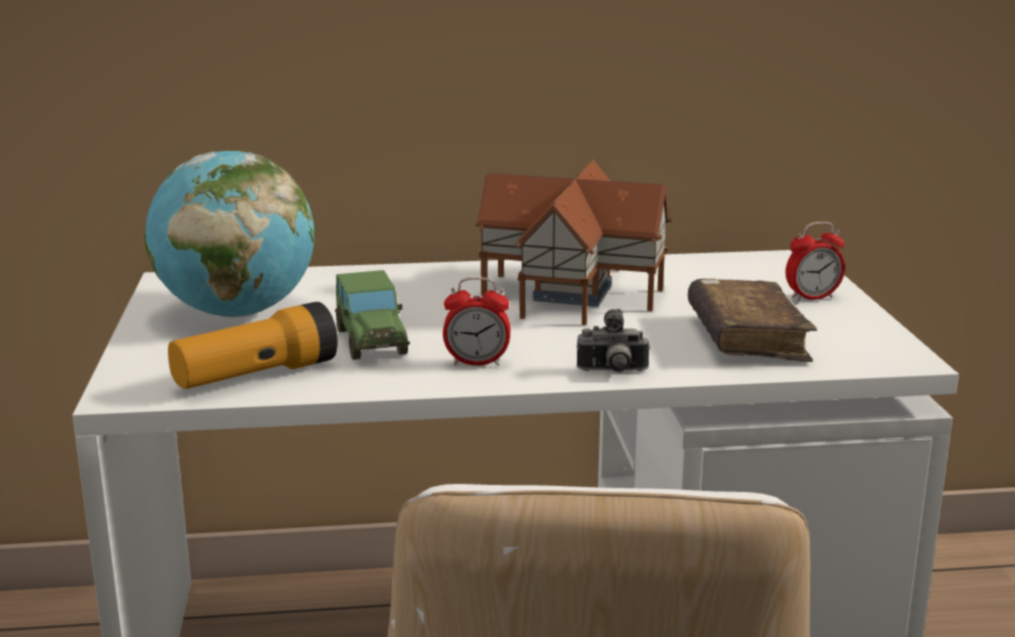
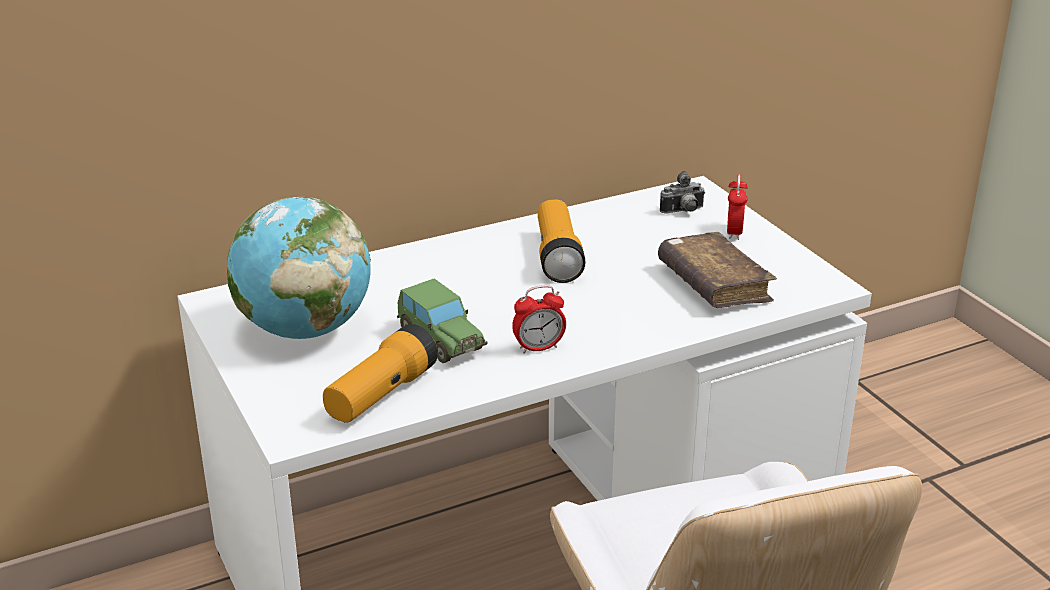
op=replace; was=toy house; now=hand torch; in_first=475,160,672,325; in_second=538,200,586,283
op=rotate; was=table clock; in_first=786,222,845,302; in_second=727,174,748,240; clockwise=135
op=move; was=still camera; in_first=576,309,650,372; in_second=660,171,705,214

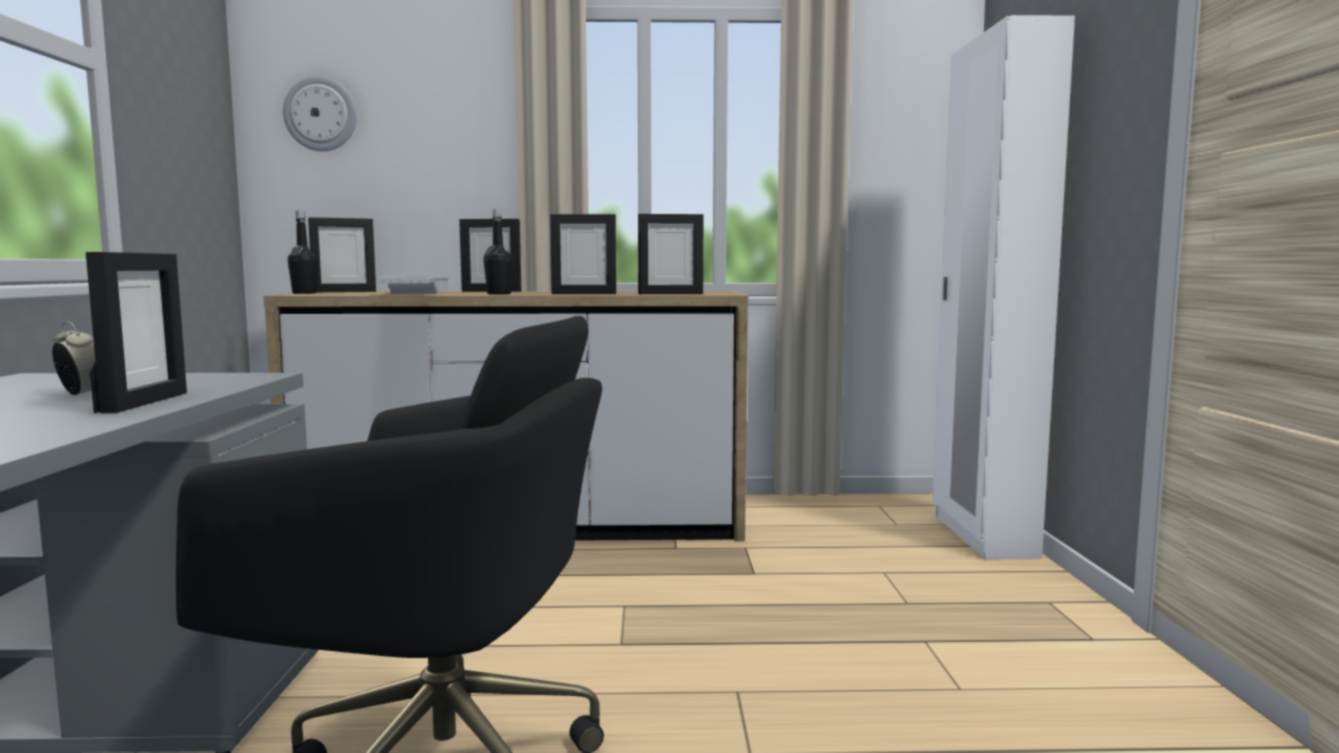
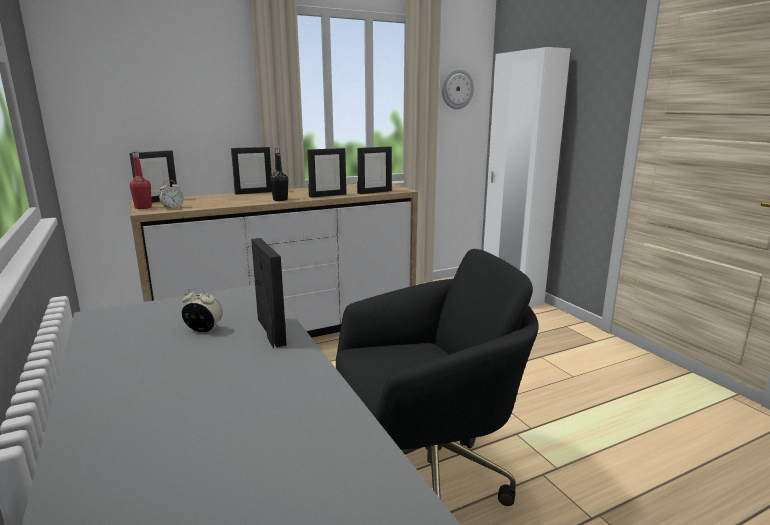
op=move; was=hanging clock; in_first=283,76,357,151; in_second=442,69,474,109
op=recolor; was=black-coloured drink bottle; now=red drink bottle; in_first=288,211,318,294; in_second=130,152,152,209
op=delete; was=white-coloured carrying tray; in_first=376,276,451,294
op=insert; now=table clock; in_second=159,180,184,210

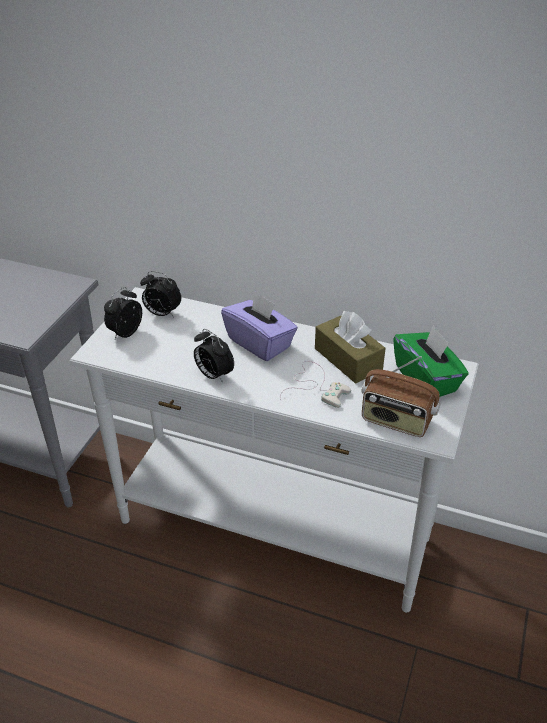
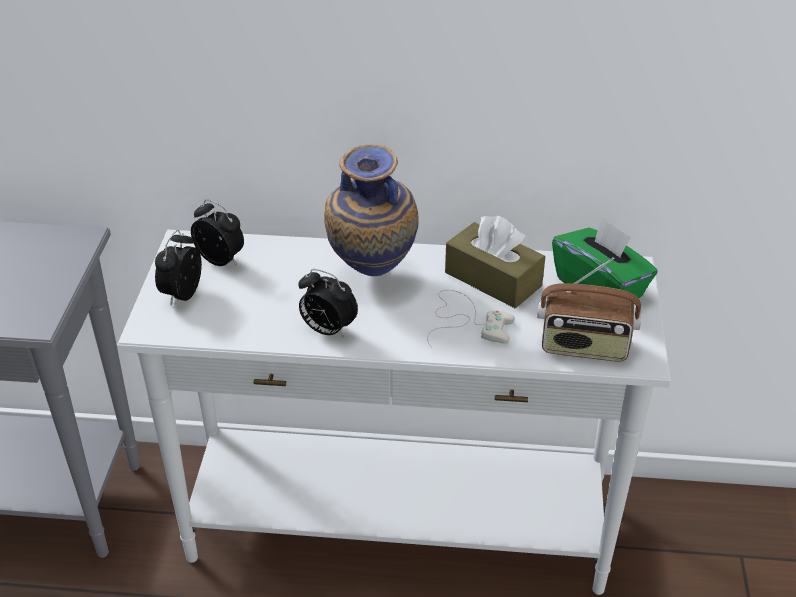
op=rotate; was=table clock; in_first=140,271,181,318; in_second=191,199,244,266; clockwise=-150
op=replace; was=purple box of tissues; now=flower vase; in_first=221,291,298,361; in_second=324,144,419,276

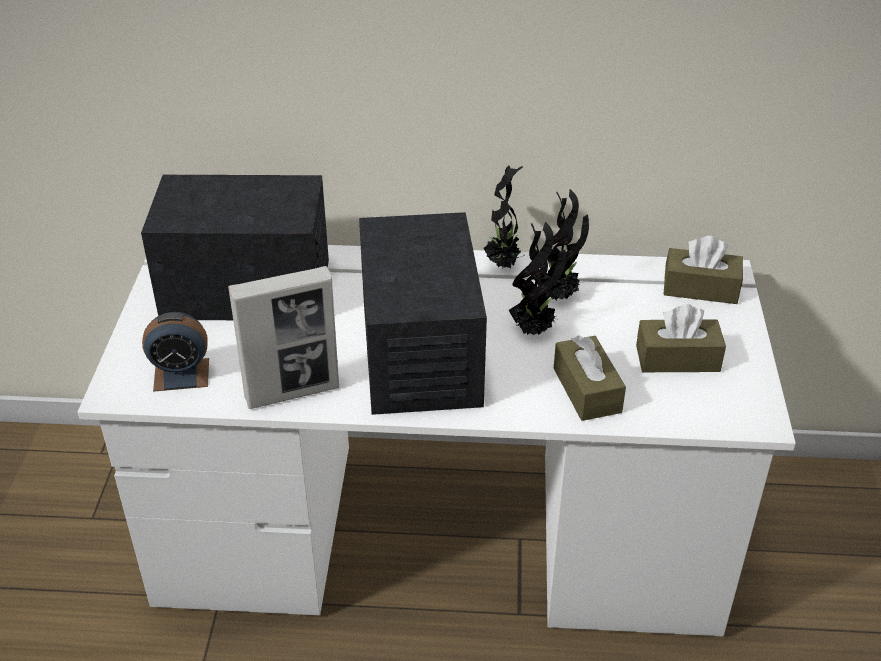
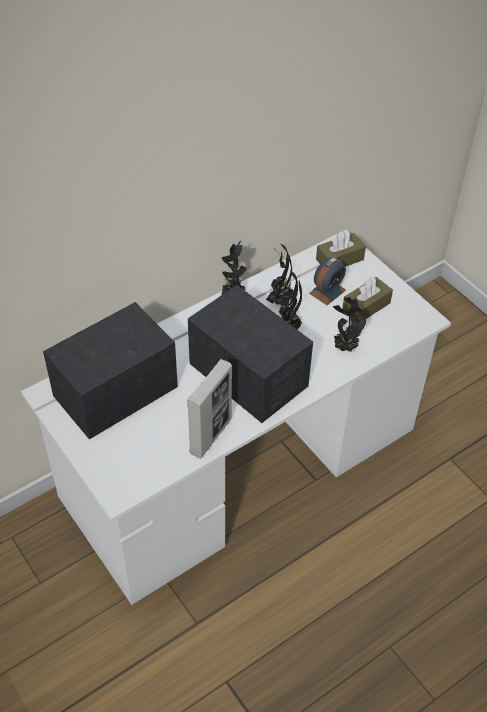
op=move; was=table clock; in_first=142,312,209,392; in_second=309,258,346,305
op=replace; was=brownish box of tissues; now=potted plant; in_first=554,336,626,421; in_second=333,297,366,352

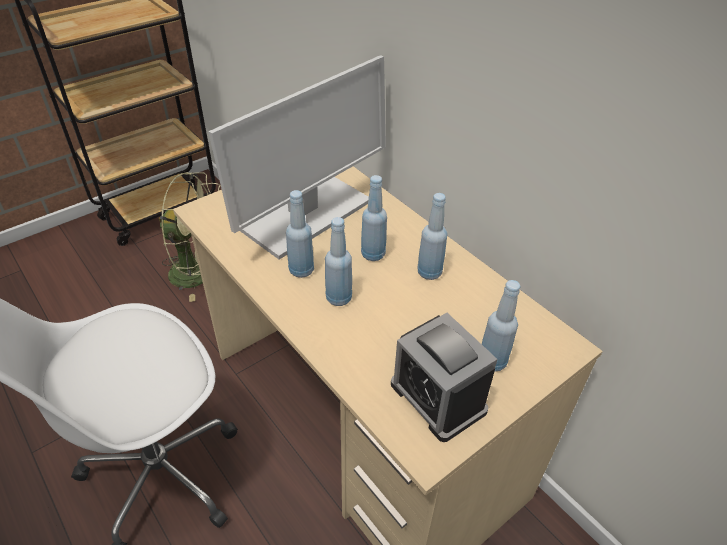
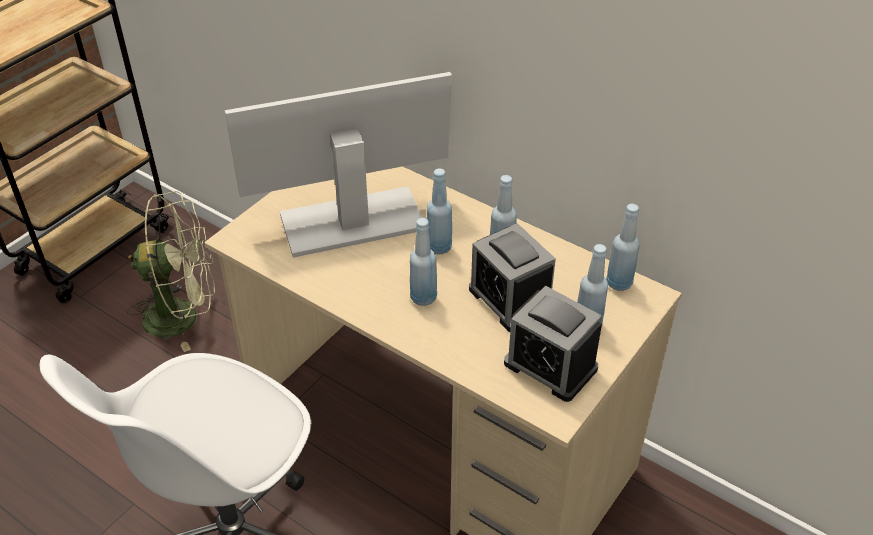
op=rotate; was=monitor; in_first=208,55,386,260; in_second=225,72,452,258; clockwise=-135
op=move; was=bluish drink bottle; in_first=286,190,314,278; in_second=606,204,640,291
op=insert; now=table clock; in_second=469,223,556,332

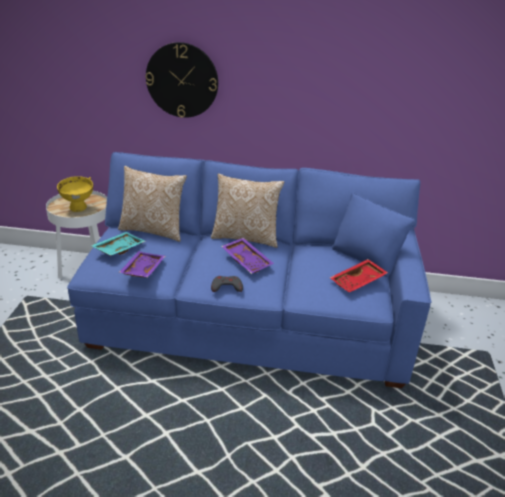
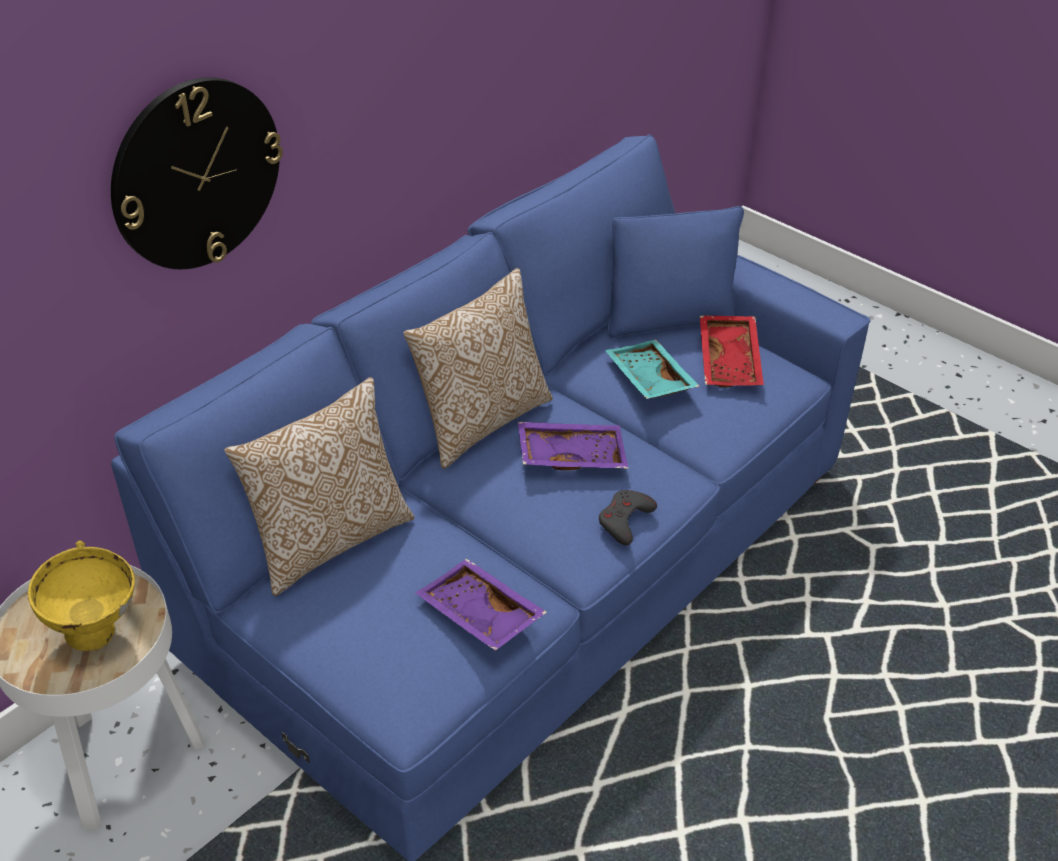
op=move; was=turquoise-coloured carrying tray; in_first=90,232,145,256; in_second=605,340,699,399

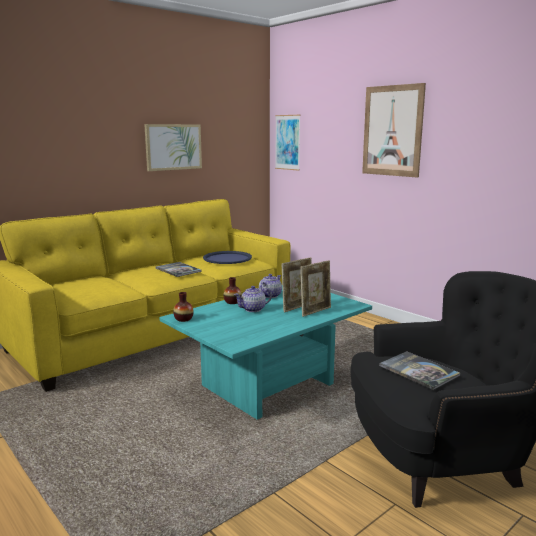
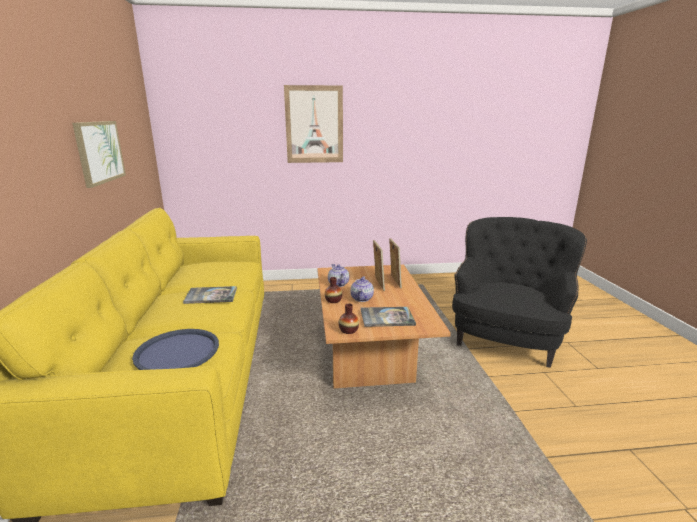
op=delete; was=picture; in_first=275,115,301,171
op=move; was=bluish carrying tray; in_first=203,251,252,264; in_second=132,329,219,370
op=recolor; was=turquoise-coloured coffee table; now=brownish coffee table; in_first=159,288,372,420; in_second=317,265,451,388
op=move; was=book; in_first=379,351,460,390; in_second=361,307,416,327

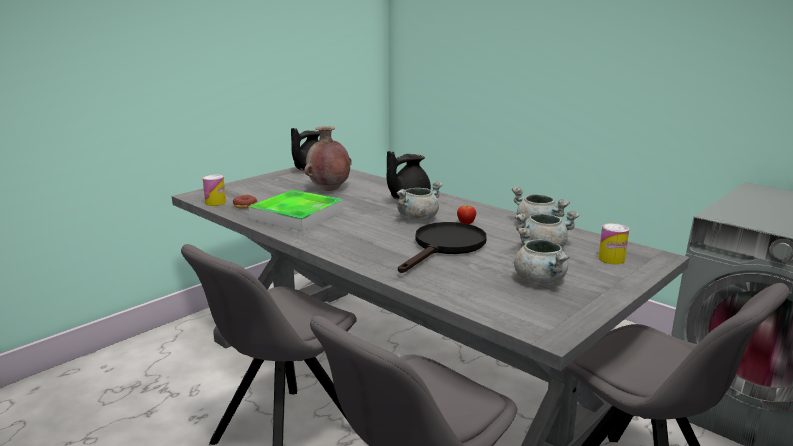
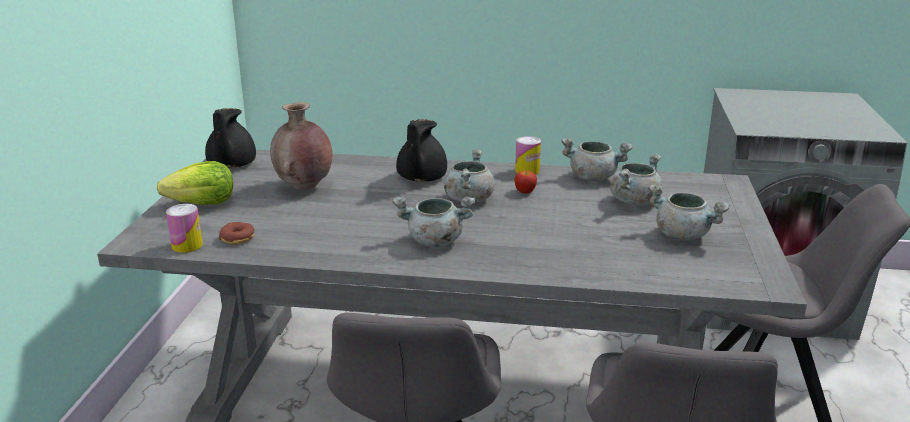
op=delete; was=carrying tray; in_first=249,190,343,231
op=delete; was=black-coloured frying pan; in_first=398,222,487,273
op=move; was=can; in_first=598,223,629,264; in_second=515,136,541,175
op=insert; now=lettuce head; in_second=157,161,233,205
op=insert; now=grey stockpot; in_second=392,196,475,247

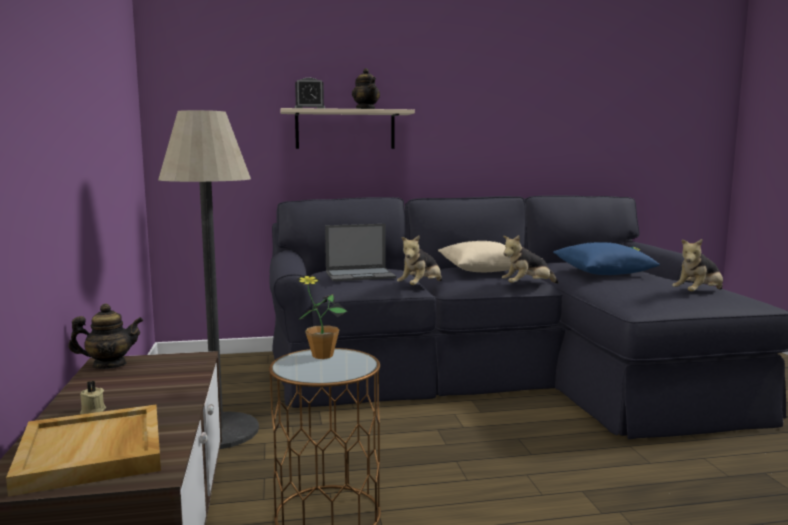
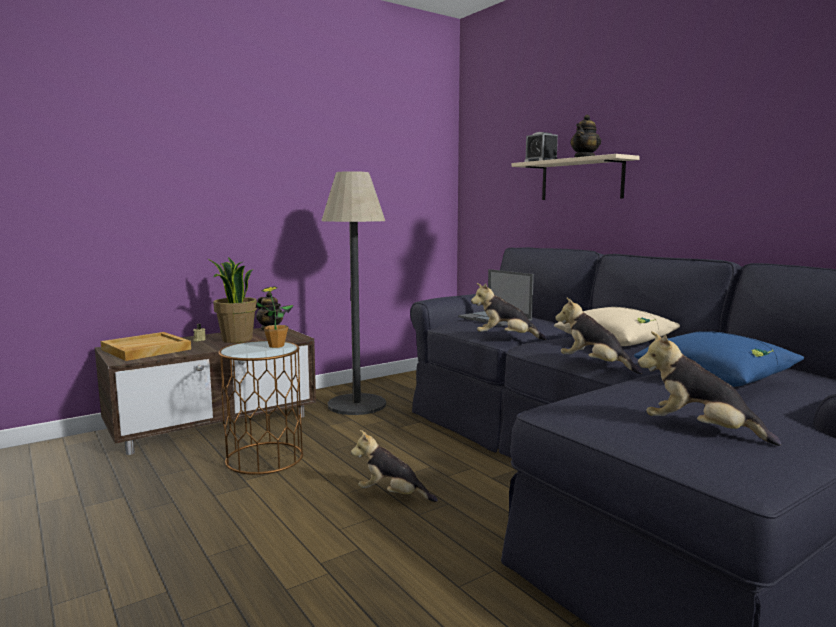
op=insert; now=potted plant; in_second=208,257,257,343
op=insert; now=soft toy; in_second=351,430,438,502

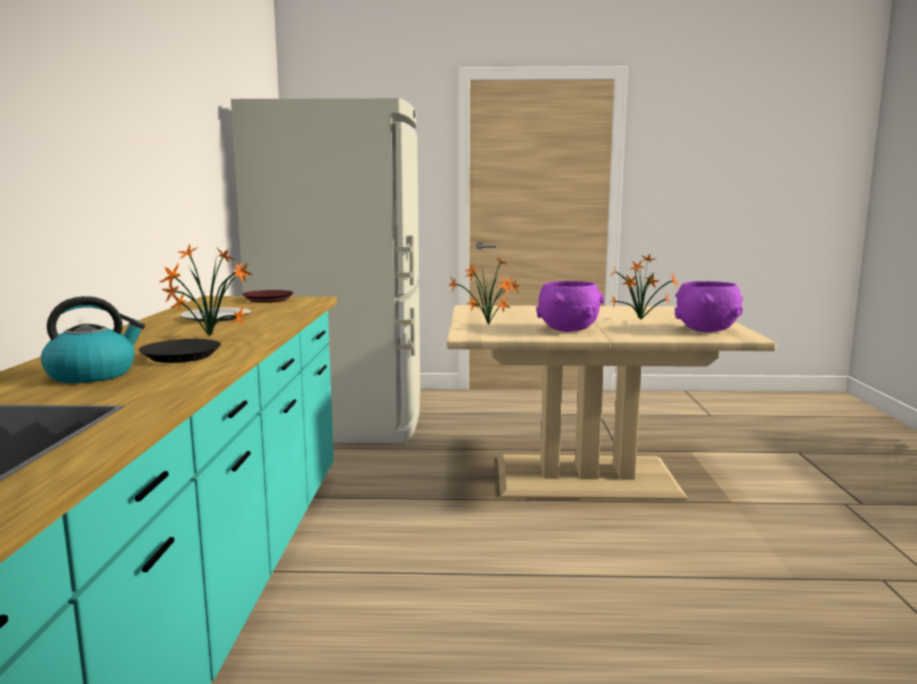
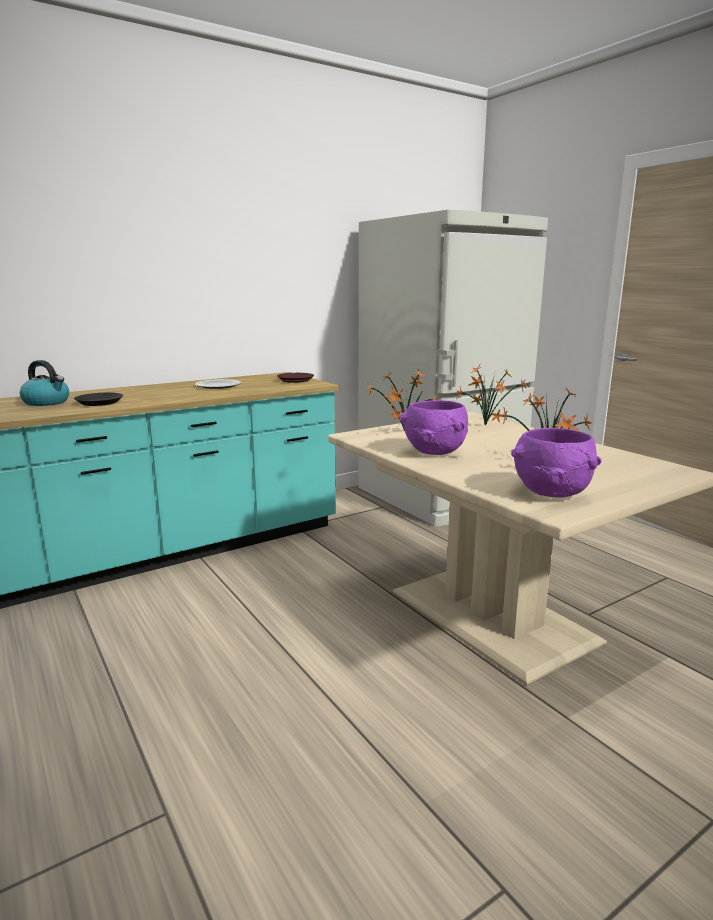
op=move; was=potted plant; in_first=160,244,253,337; in_second=457,365,526,425

